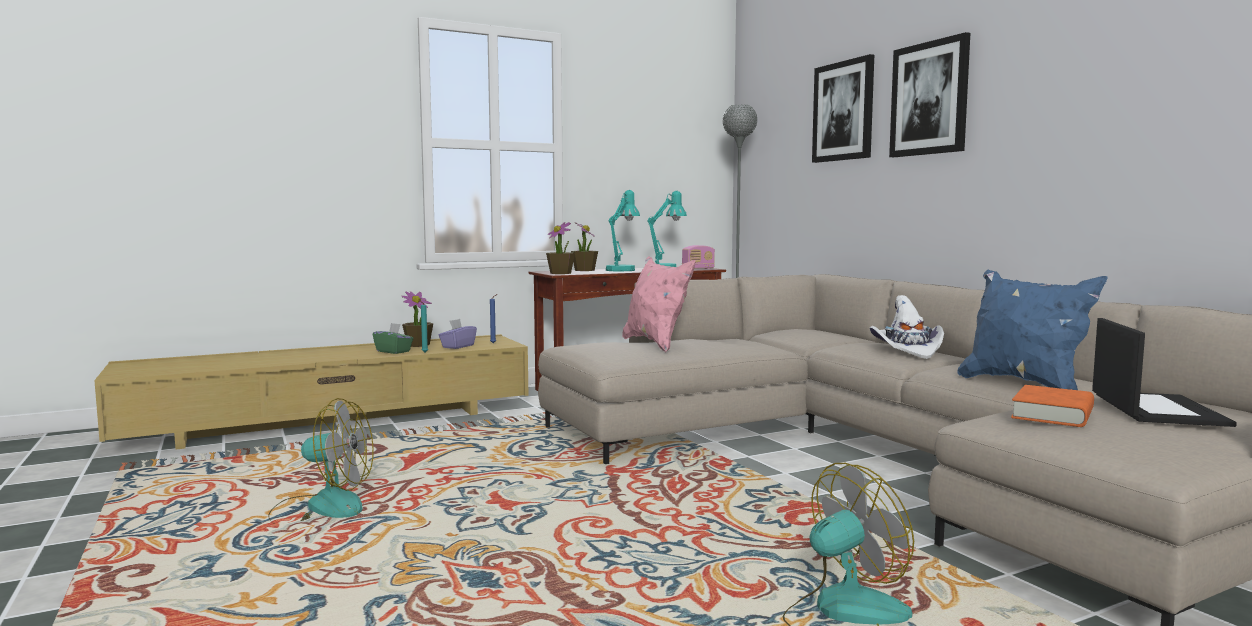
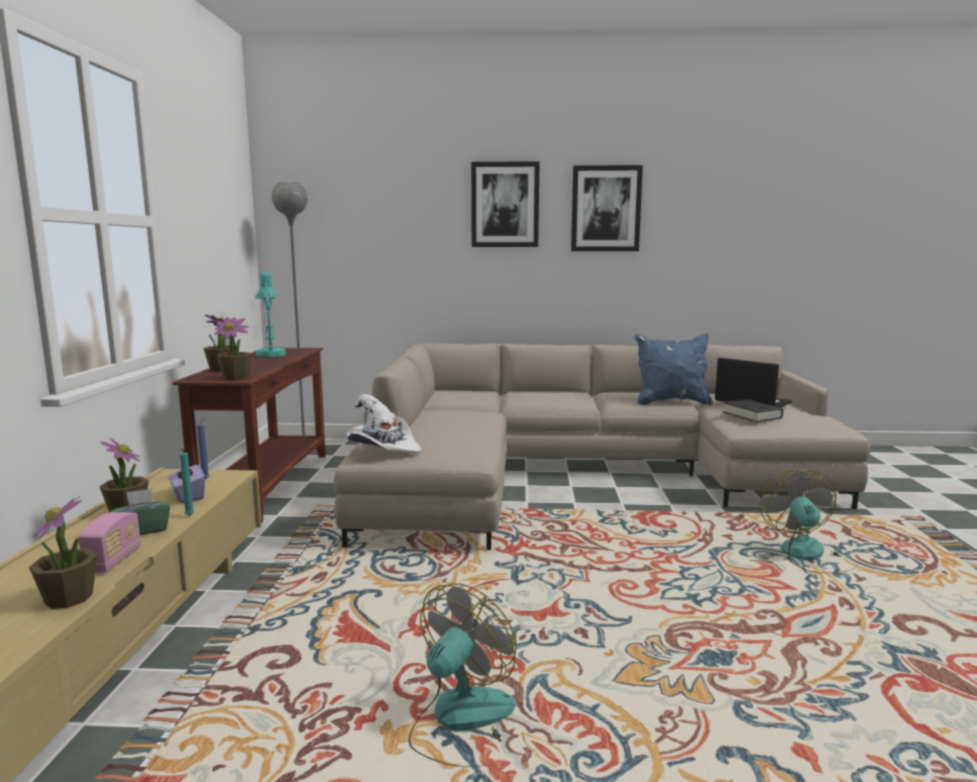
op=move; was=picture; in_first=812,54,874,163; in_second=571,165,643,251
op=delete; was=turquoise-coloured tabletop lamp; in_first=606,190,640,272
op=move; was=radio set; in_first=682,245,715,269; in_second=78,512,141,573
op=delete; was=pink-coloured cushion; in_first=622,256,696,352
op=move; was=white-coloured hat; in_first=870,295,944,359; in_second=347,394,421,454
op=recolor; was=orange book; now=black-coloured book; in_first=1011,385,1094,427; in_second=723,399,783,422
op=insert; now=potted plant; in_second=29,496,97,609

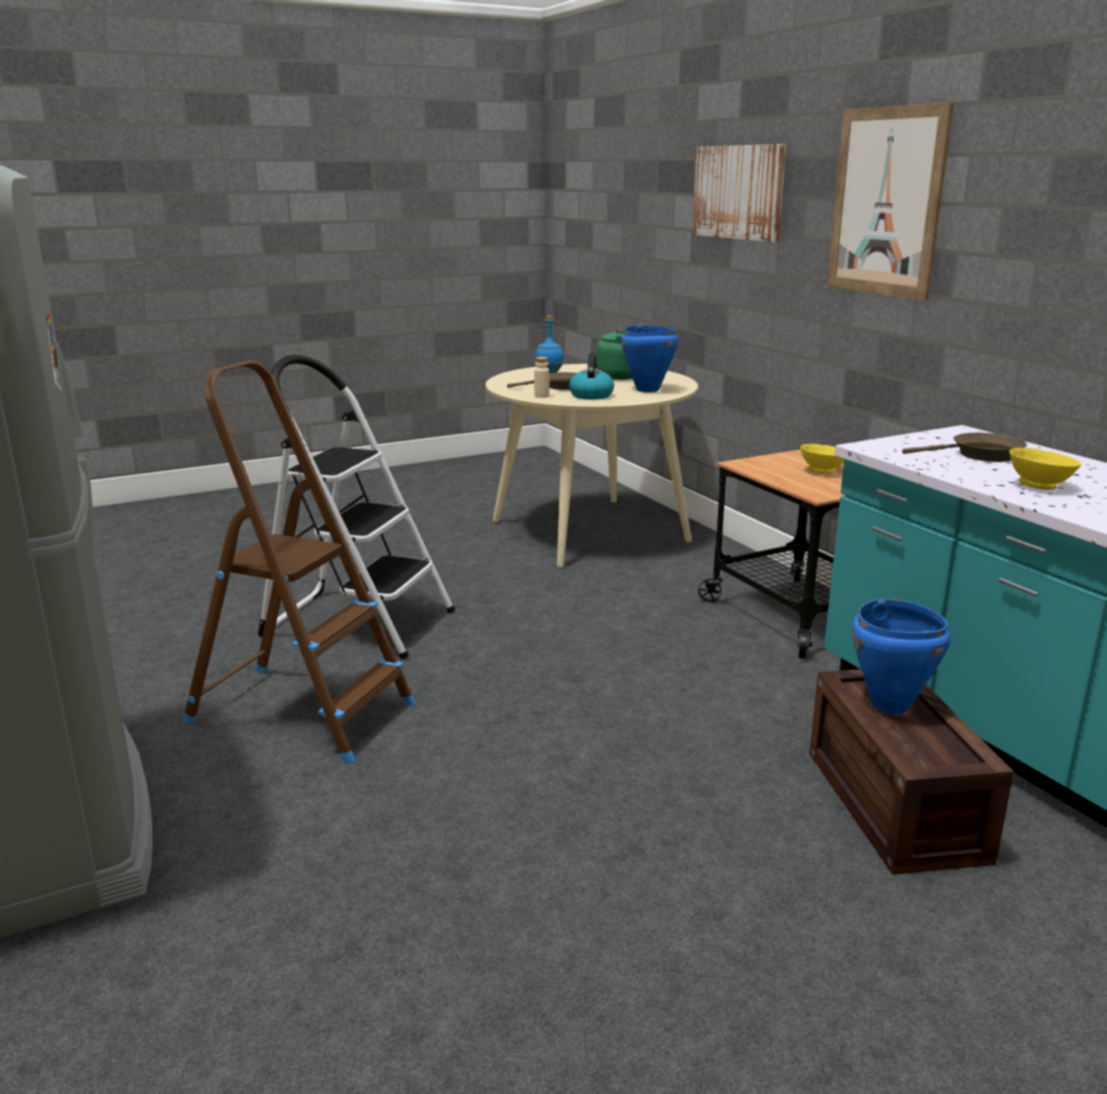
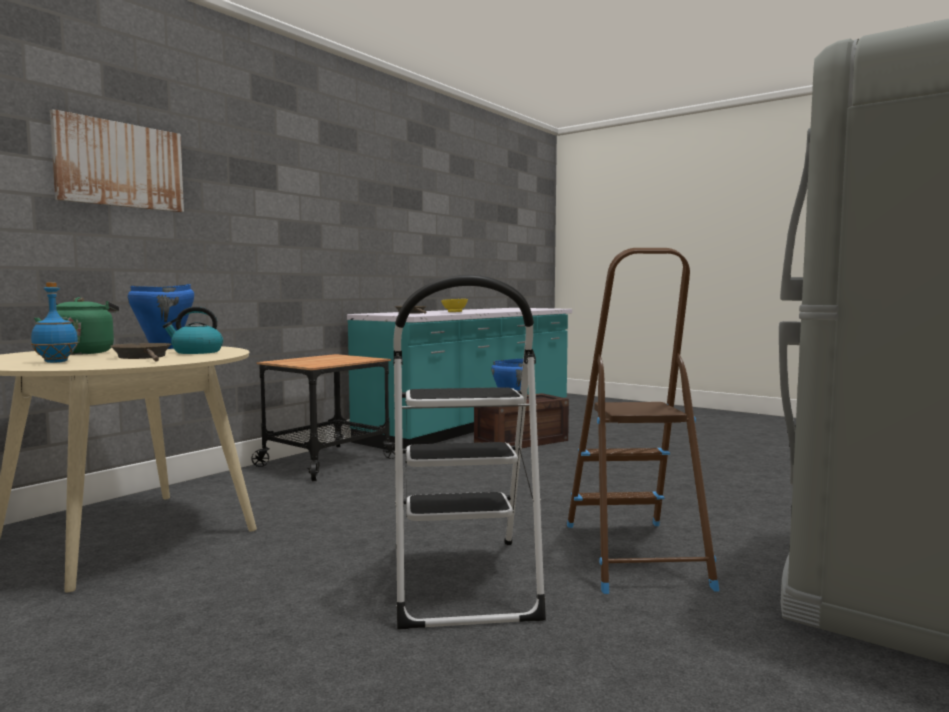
op=delete; was=picture; in_first=827,102,954,301
op=delete; was=beige-coloured drink bottle; in_first=534,357,549,398
op=delete; was=yellow-coloured deep dish; in_first=800,444,844,474

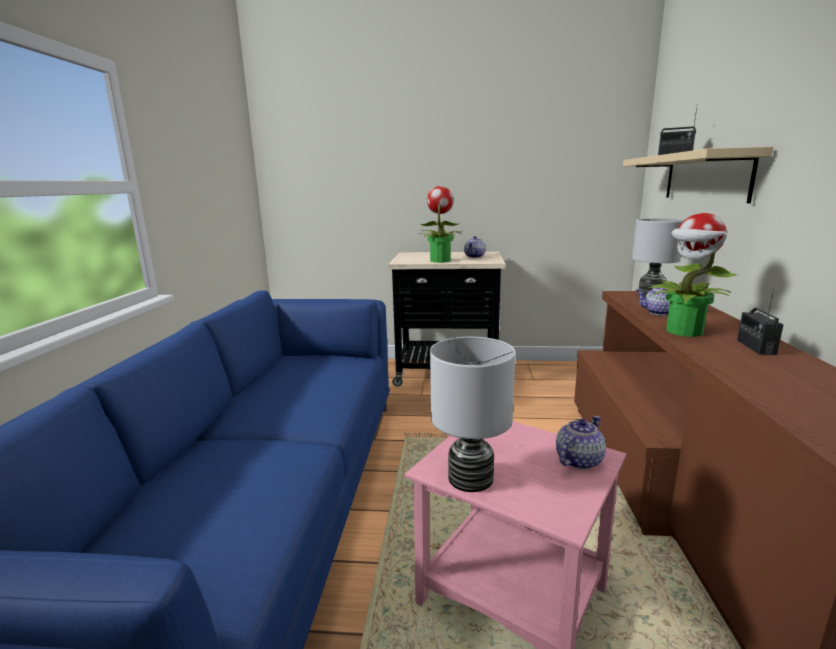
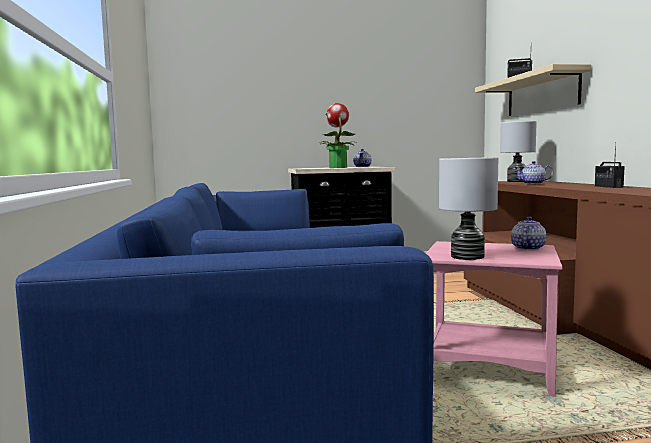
op=delete; was=potted plant; in_first=647,213,737,337

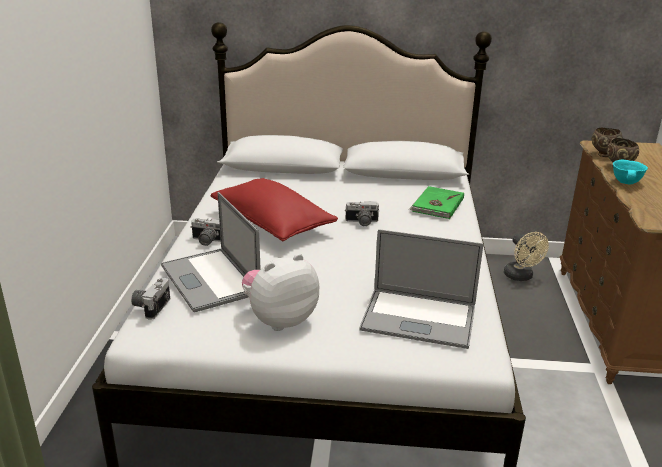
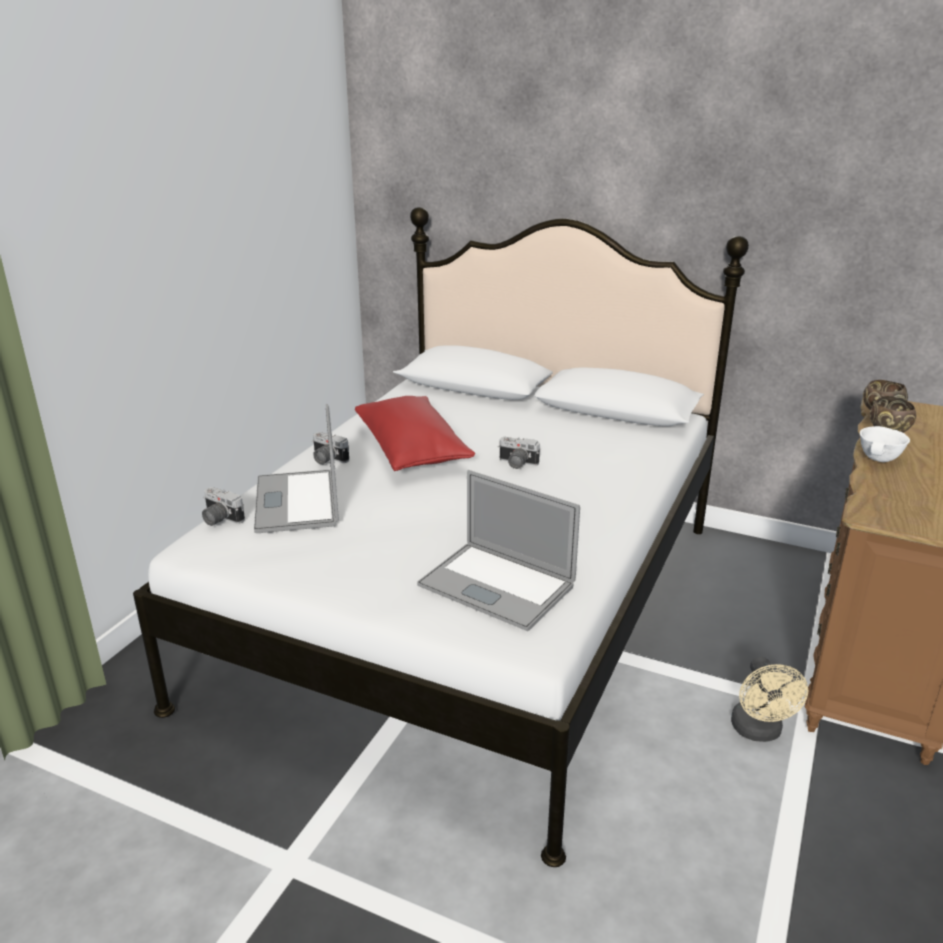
op=recolor; was=turquoise-coloured deep dish; now=white-coloured deep dish; in_first=613,160,648,184; in_second=860,426,910,462
op=delete; was=green-coloured book; in_first=409,186,464,219
op=move; was=beige-coloured electric fan; in_first=504,232,549,281; in_second=731,657,808,742
op=delete; was=soft toy; in_first=242,254,319,331
op=rotate; was=still camera; in_first=131,278,170,320; in_second=202,487,245,526; clockwise=-90

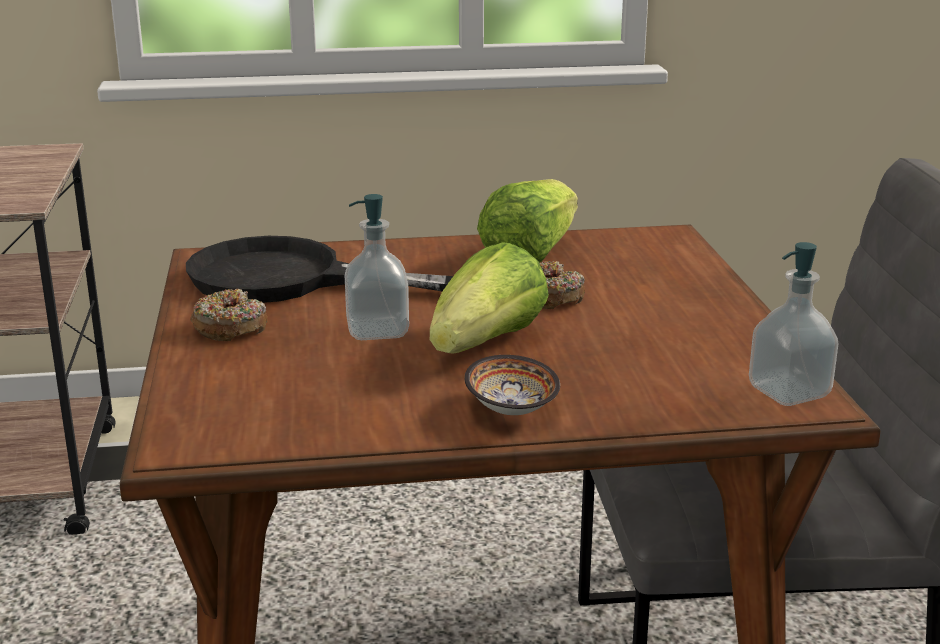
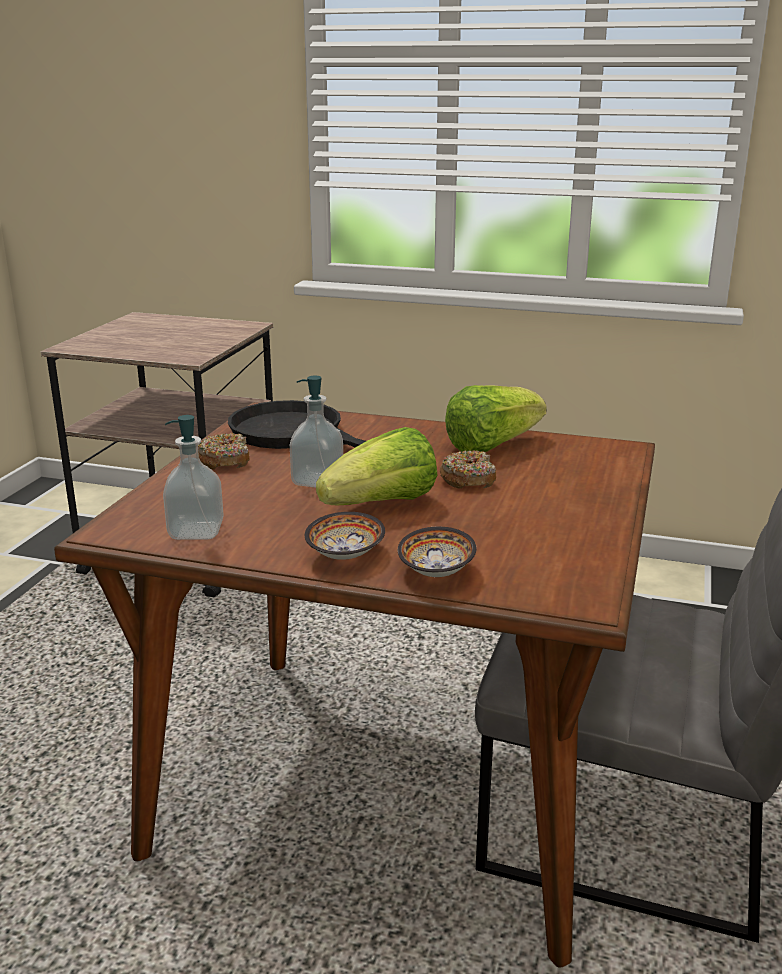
op=move; was=soap bottle; in_first=749,242,839,406; in_second=163,415,224,540
op=insert; now=deep dish; in_second=398,527,477,577

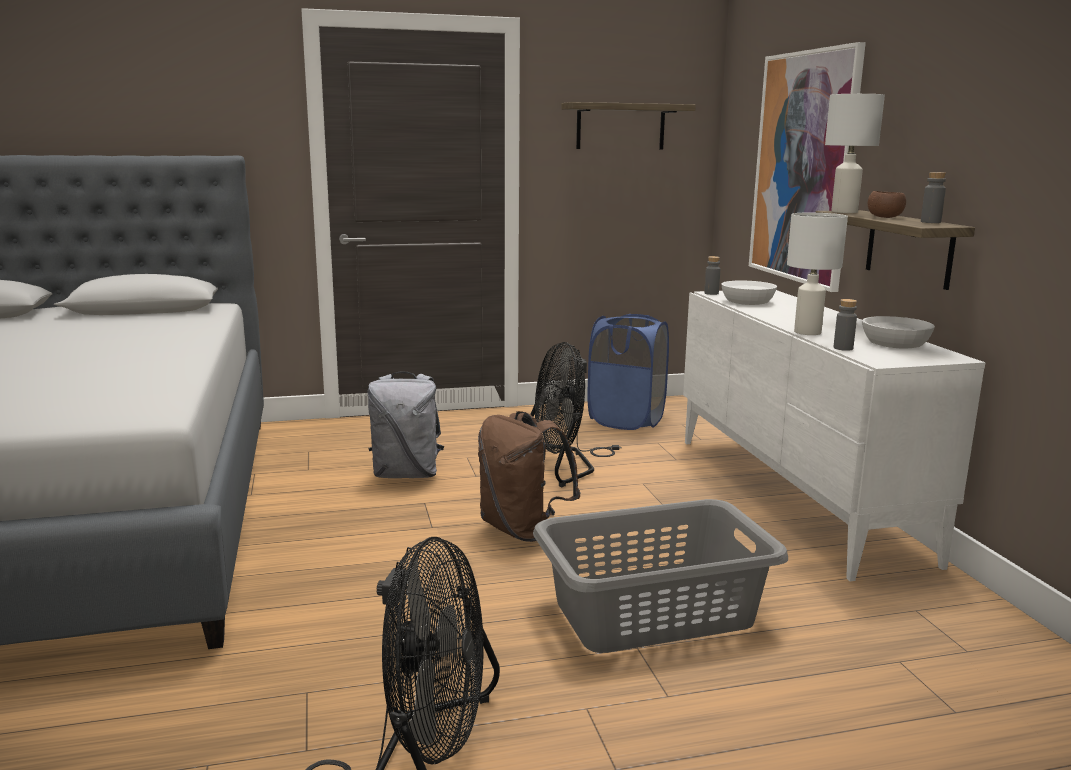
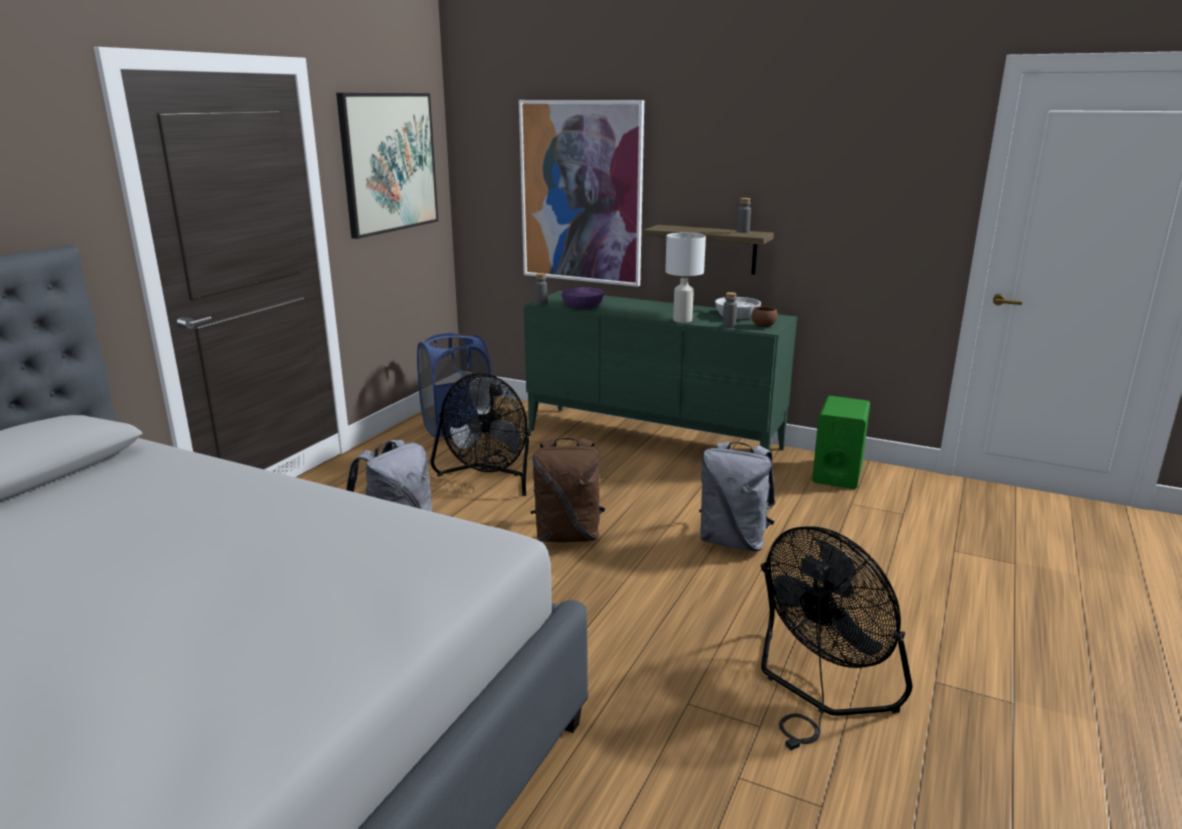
op=delete; was=white-coloured tabletop lamp; in_first=825,94,885,213
op=replace; was=shelf; now=picture; in_first=561,102,696,150; in_second=336,93,438,239
op=move; was=brownish deep dish; in_first=868,191,906,218; in_second=752,307,778,327
op=recolor; was=white-coloured deep dish; now=purple deep dish; in_first=722,280,777,305; in_second=561,287,604,308
op=recolor; was=white-coloured chest of drawers; now=green-coloured chest of drawers; in_first=683,290,986,581; in_second=524,291,797,450
op=replace; was=grey washing basket; now=grey rucksack; in_first=533,499,788,653; in_second=699,441,775,551
op=insert; now=green-coloured speaker; in_second=812,396,870,489

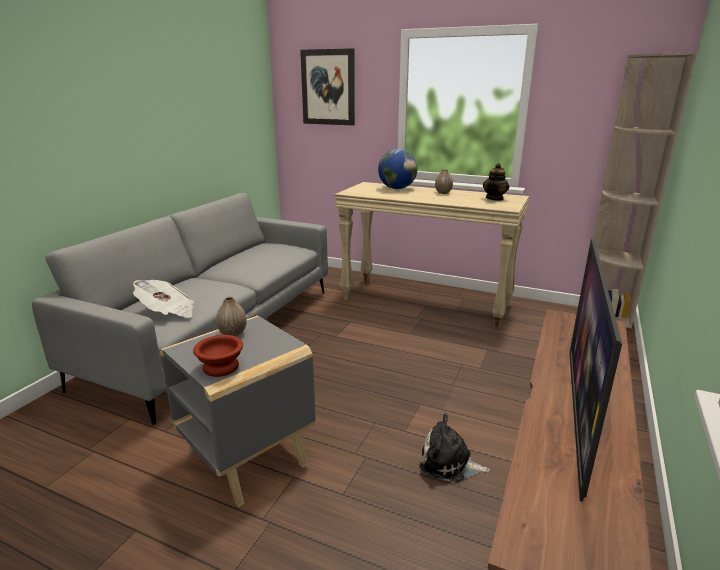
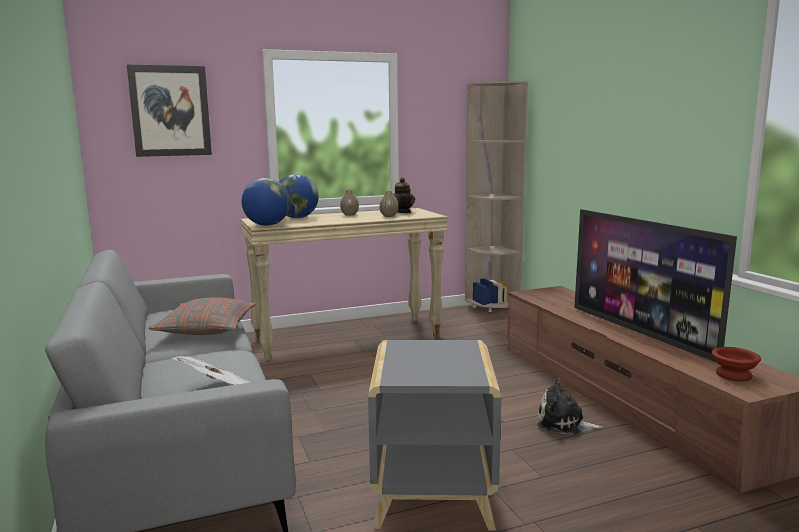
op=move; was=flower vase; in_first=216,297,247,337; in_second=379,191,398,217
op=move; was=brownish deep dish; in_first=193,335,243,377; in_second=712,347,761,381
op=rotate; was=soft toy; in_first=419,413,490,482; in_second=537,378,602,435; clockwise=45
op=insert; now=globe; in_second=242,178,290,226
op=insert; now=grey cushion; in_second=148,297,256,335

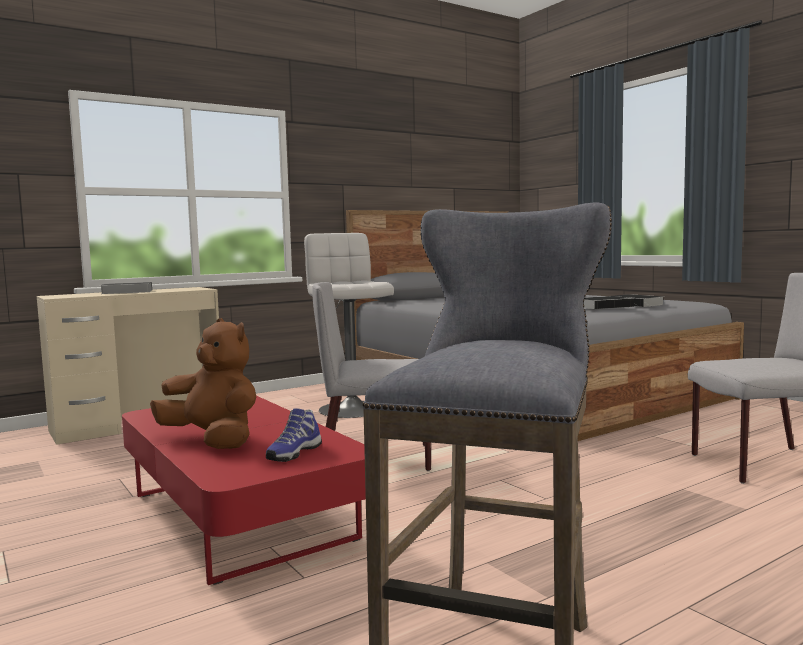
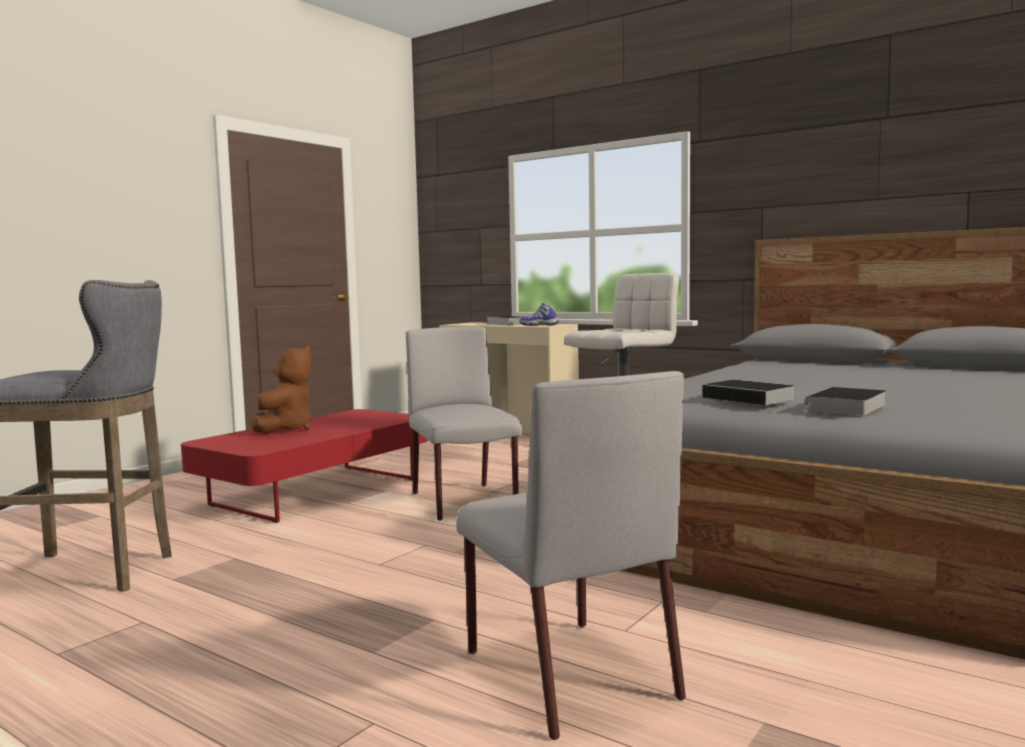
op=move; was=shoe; in_first=266,408,322,462; in_second=520,303,558,326

